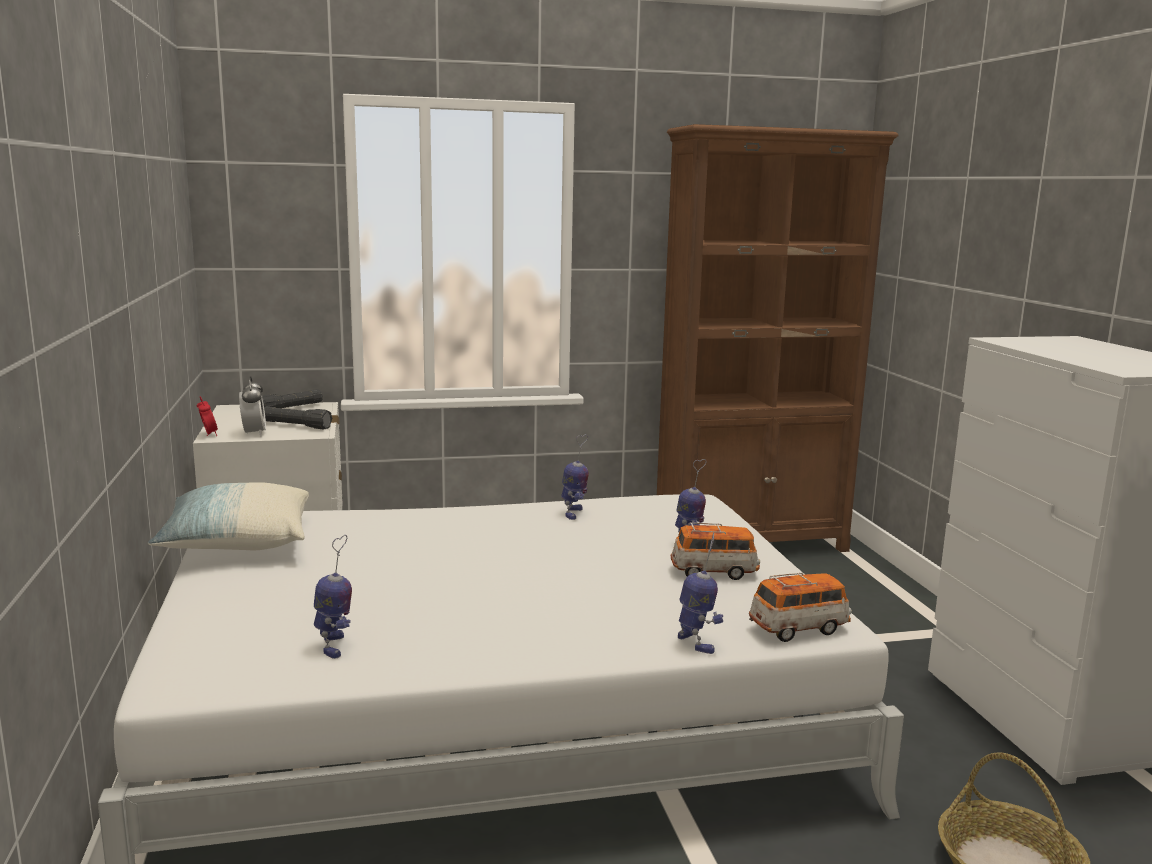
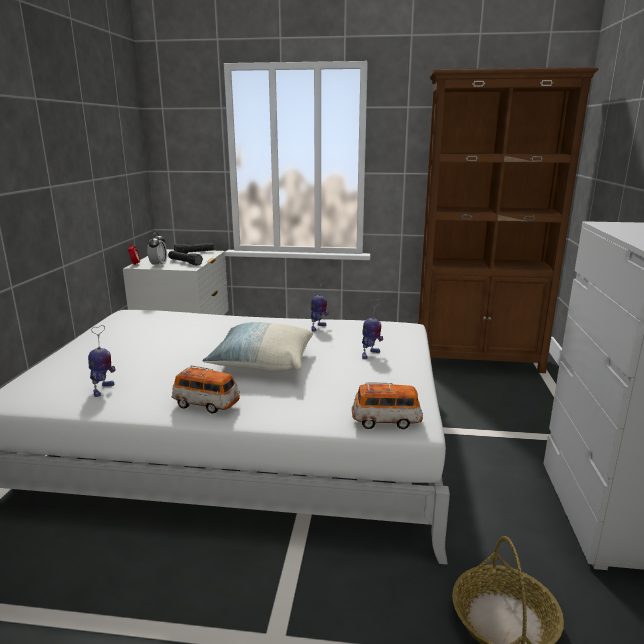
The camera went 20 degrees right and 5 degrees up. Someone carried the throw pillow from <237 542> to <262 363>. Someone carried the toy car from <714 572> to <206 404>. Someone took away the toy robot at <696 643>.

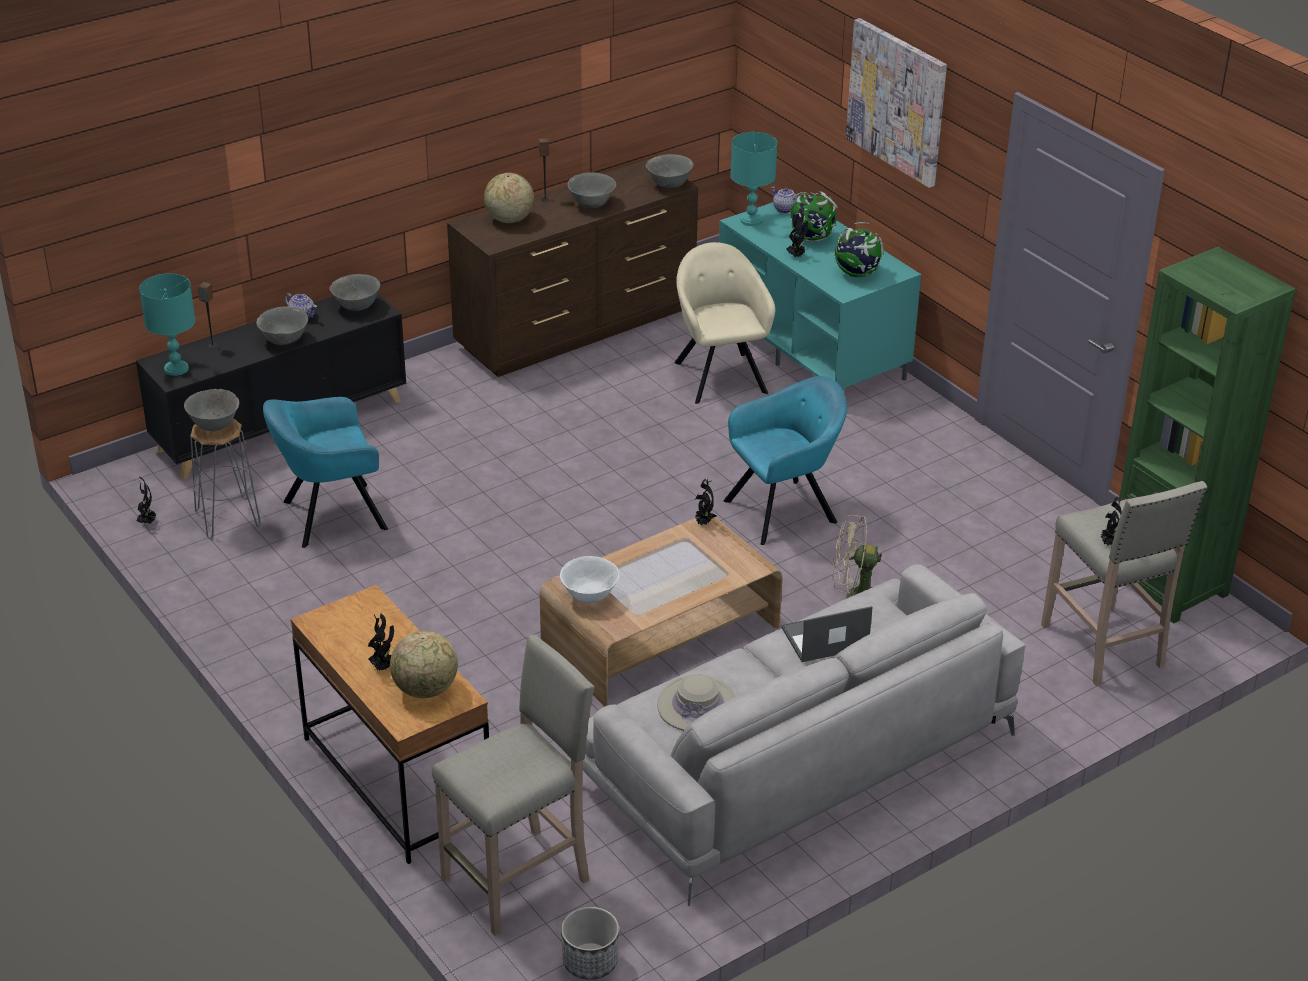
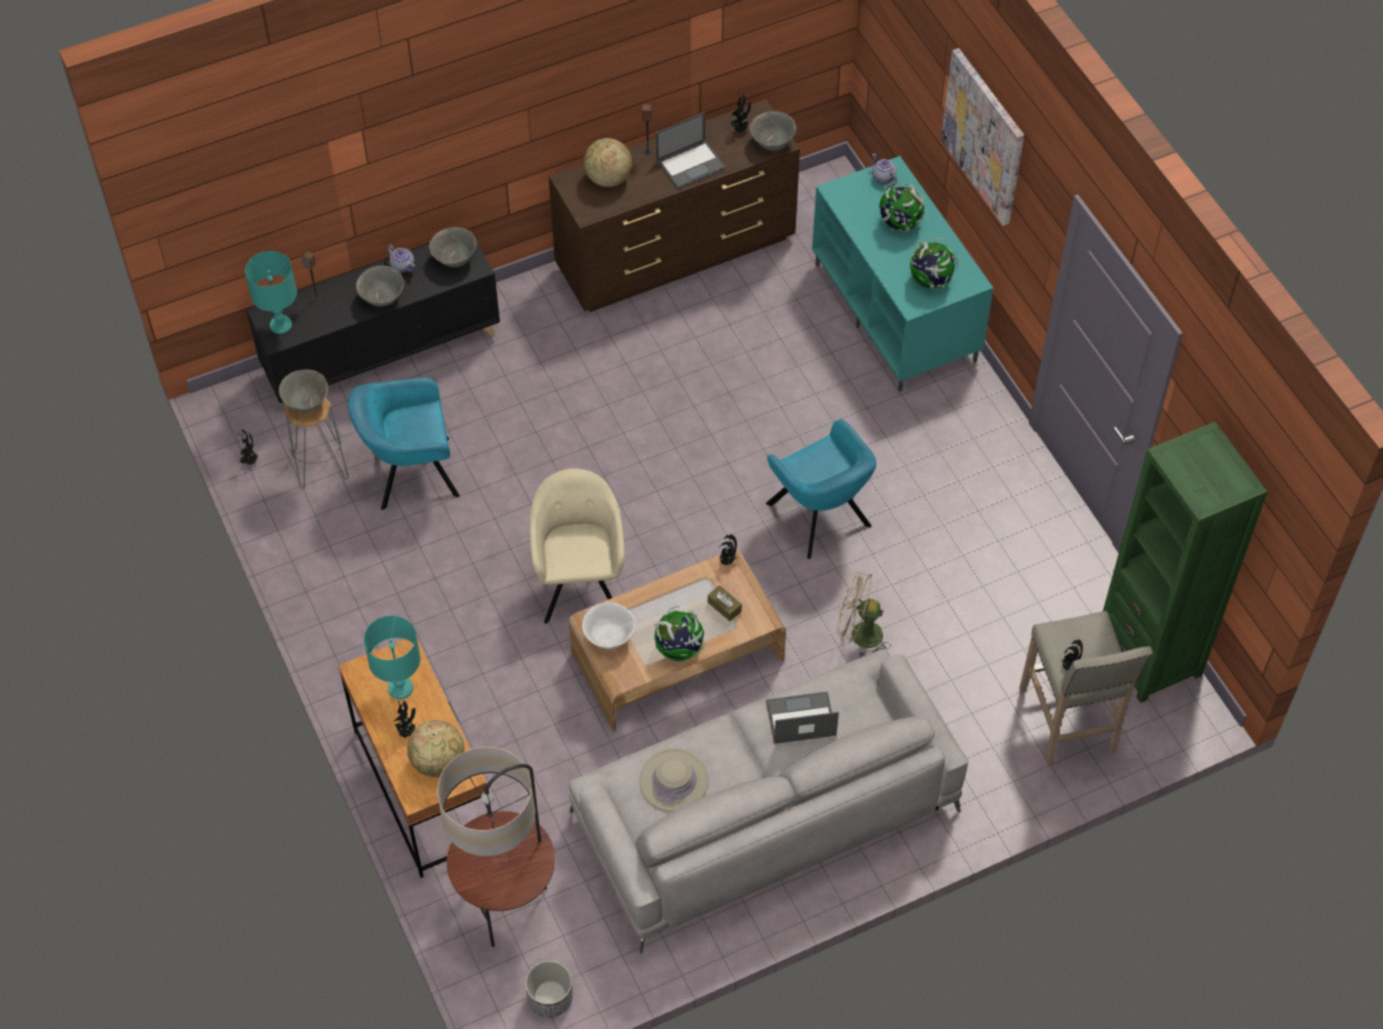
The camera went 10 degrees right and 20 degrees up. Someone swapped the sand-coloured stool seat at <519 879> for the standing lamp at <508 906>. Someone swapped the grey serving bowl at <592 204> for the notebook computer at <691 164>. Someone carried the sand-coloured lounge chair from <719 375> to <579 581>. Someone rotated the turquoise lounge chair at <784 510> by 75 degrees clockwise. Someone carried the turquoise table lamp from <751 221> to <400 688>. Someone carried the houseplant from <797 256> to <740 129>. Someone put down the desk globe at <679 649>. Someone put down the brown tissue box at <724 607>.

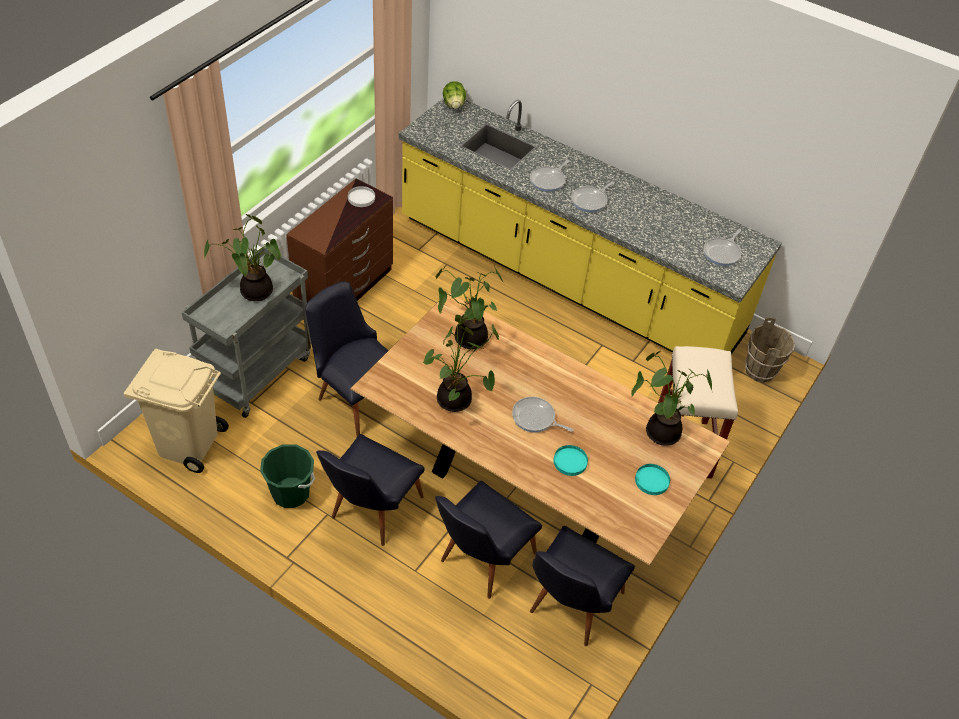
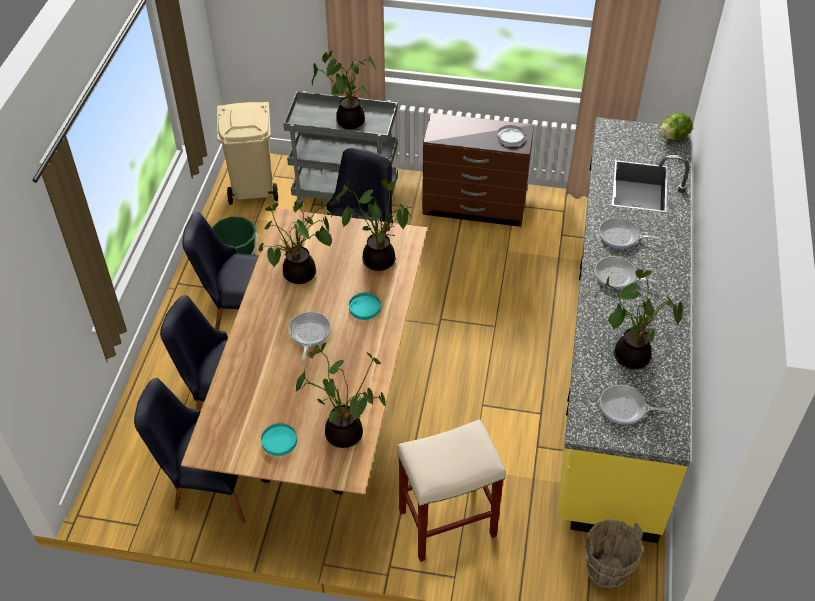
The camera went 70 degrees right and 0 degrees up. Someone carried the turquoise flat dish from <570 461> to <365 307>. Someone put down the houseplant at <630 354>.

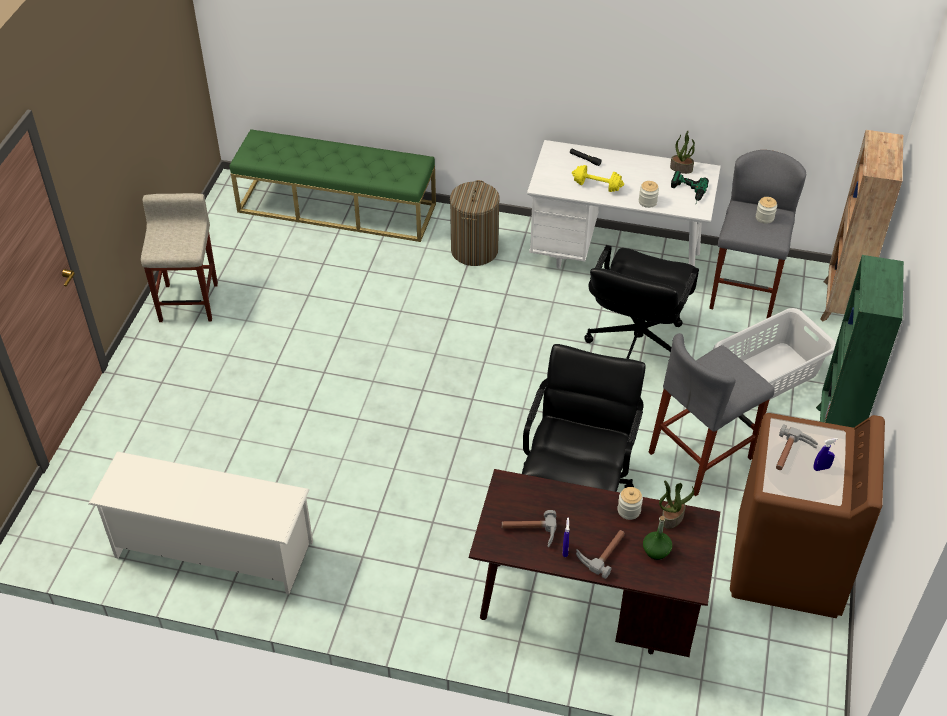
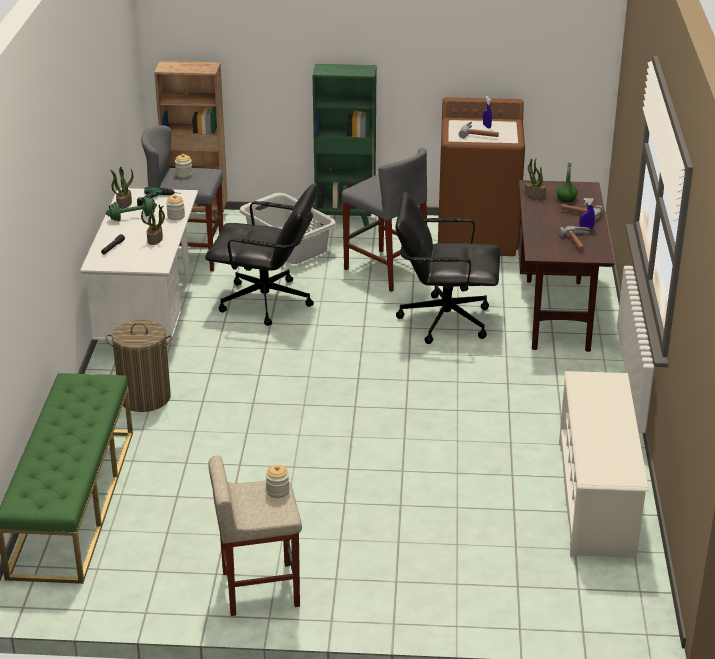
The camera went 100 degrees left and 15 degrees down. Someone swapped the yellow-coloured hand weight at <597 186> for the houseplant at <155 239>. Someone carried the preserve jar from <629 510> to <278 491>. Someone put down the green hand weight at <132 217>.

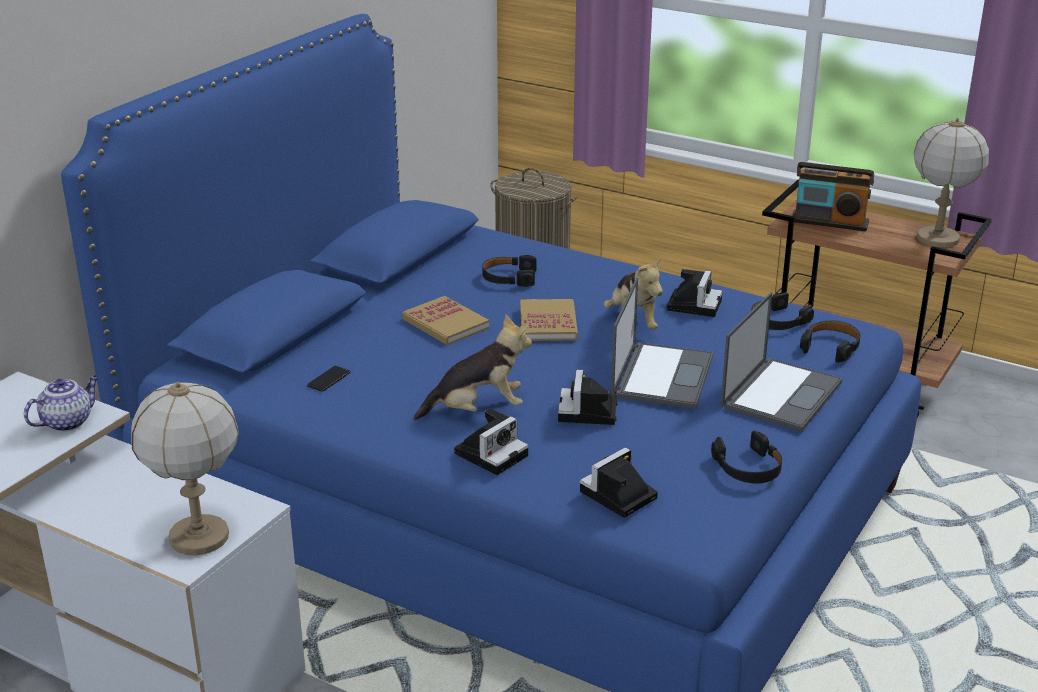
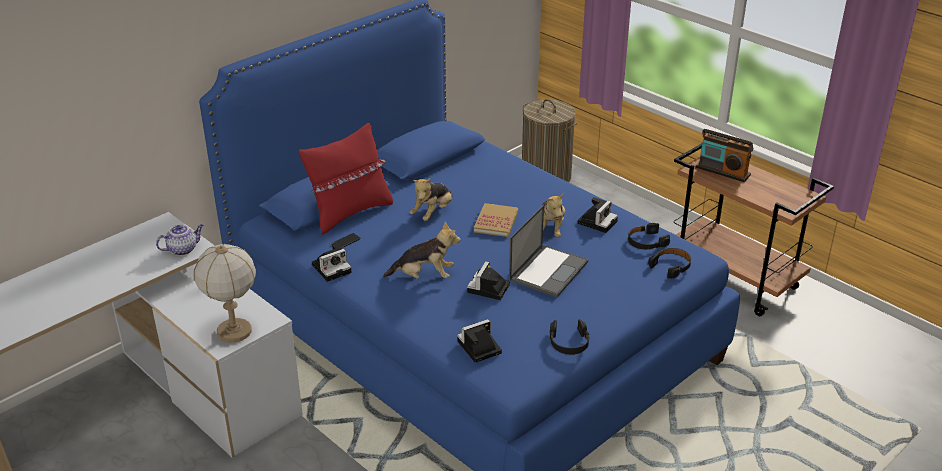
The camera went 15 degrees right and 5 degrees up. Someone swapped the book at <445 324> for the soft toy at <433 213>. Someone carried the still camera from <492 453> to <332 268>. Someone took away the blackish headphones at <509 277>. Someone took away the notebook computer at <781 394>. Someone took away the table lamp at <937 238>. Someone put down the reddish throw pillow at <350 213>.

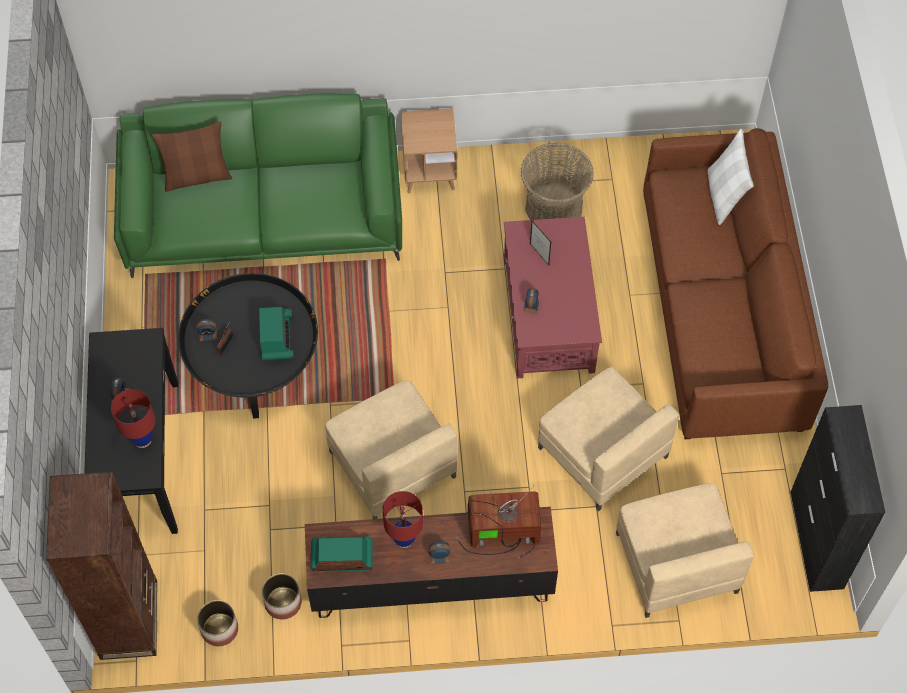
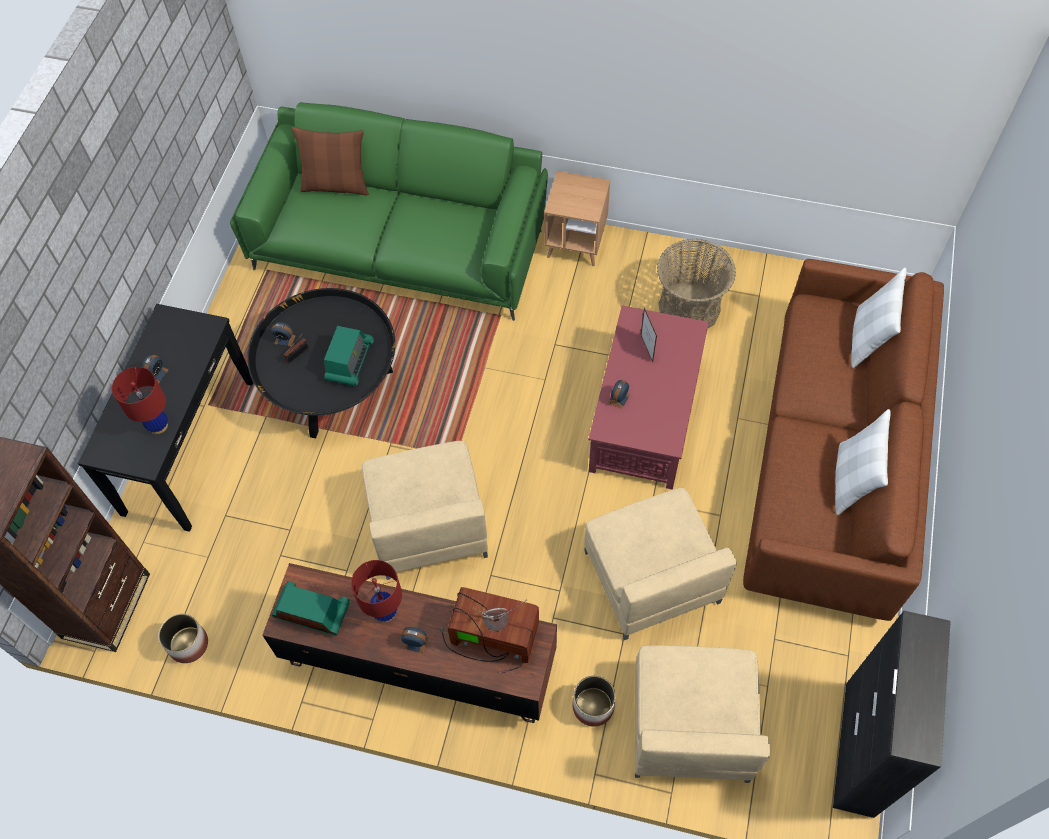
The camera went 20 degrees right and 0 degrees up. Someone carried the planter from <282 602> to <592 706>. Someone put down the whitish throw pillow at <851 480>.

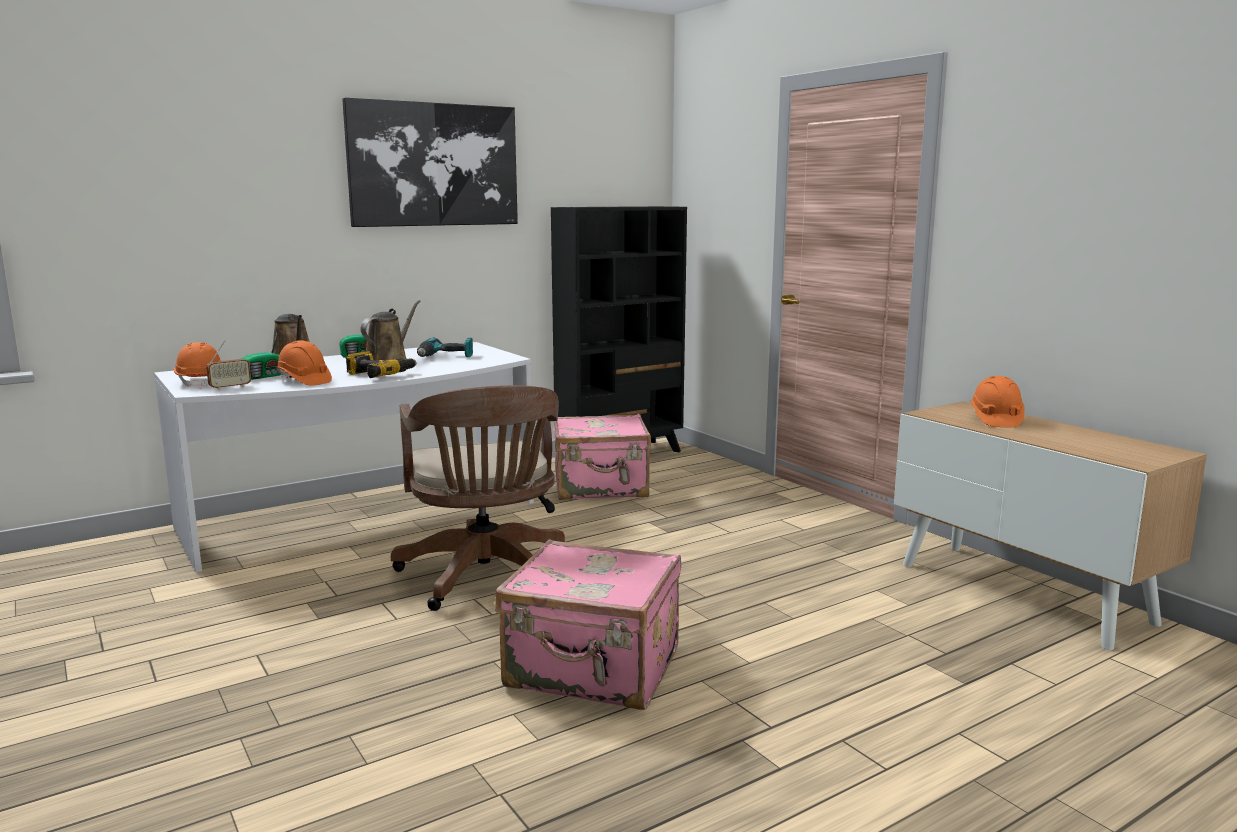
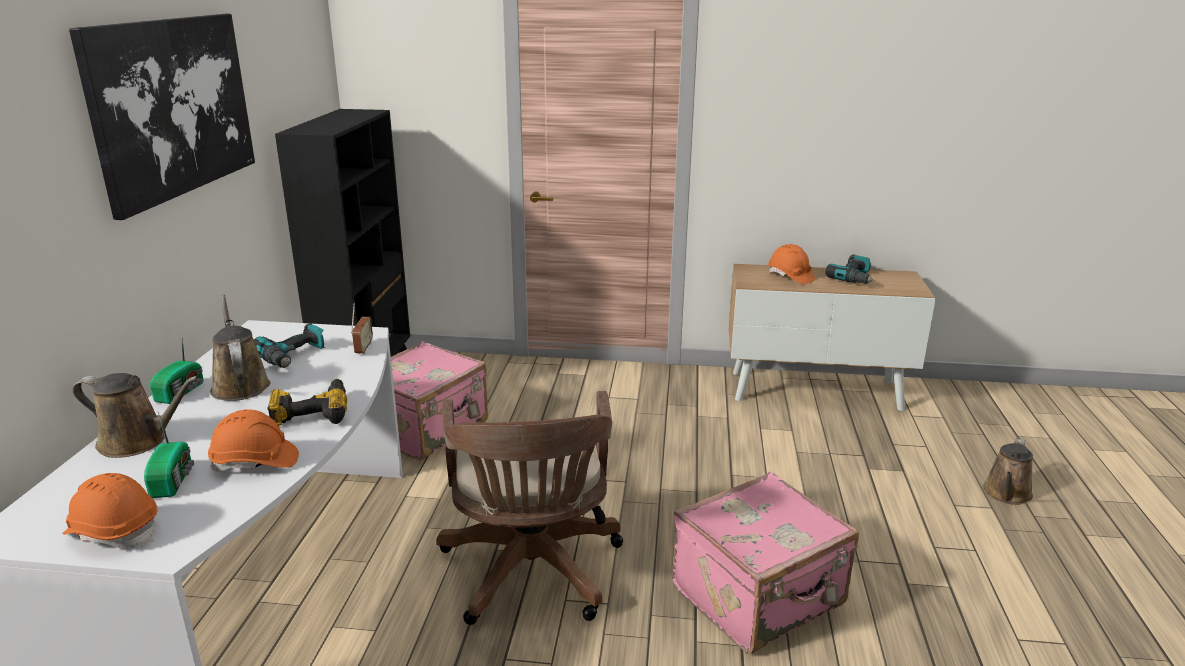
The camera went 50 degrees left and 10 degrees up. Someone carried the radio from <230 387> to <363 348>. Someone rotated the brown desk chair at <486 578> by 60 degrees clockwise. Someone put down the power drill at <854 278>. Someone put down the brown sprinkling can at <1006 494>.

